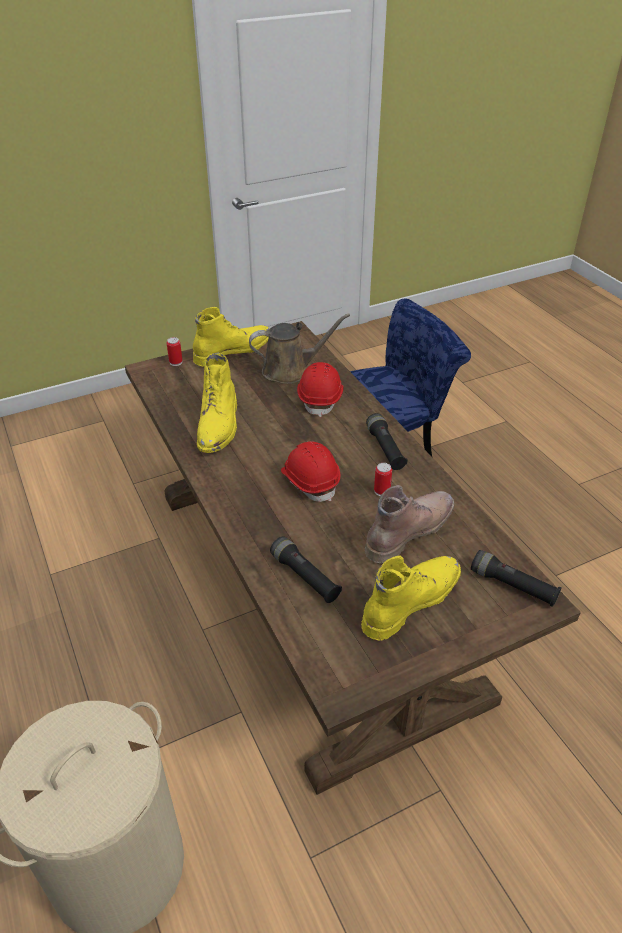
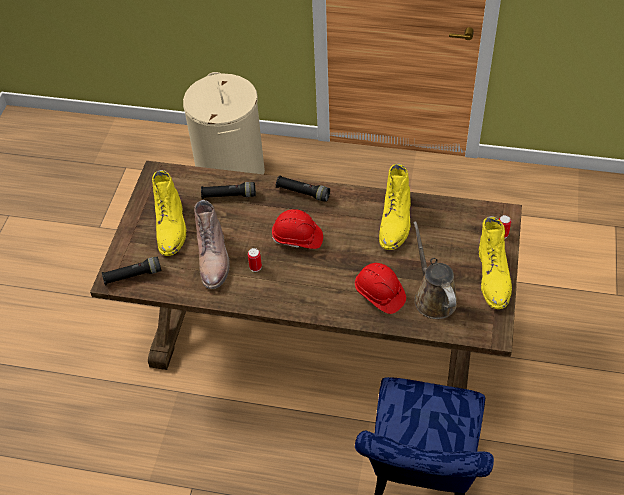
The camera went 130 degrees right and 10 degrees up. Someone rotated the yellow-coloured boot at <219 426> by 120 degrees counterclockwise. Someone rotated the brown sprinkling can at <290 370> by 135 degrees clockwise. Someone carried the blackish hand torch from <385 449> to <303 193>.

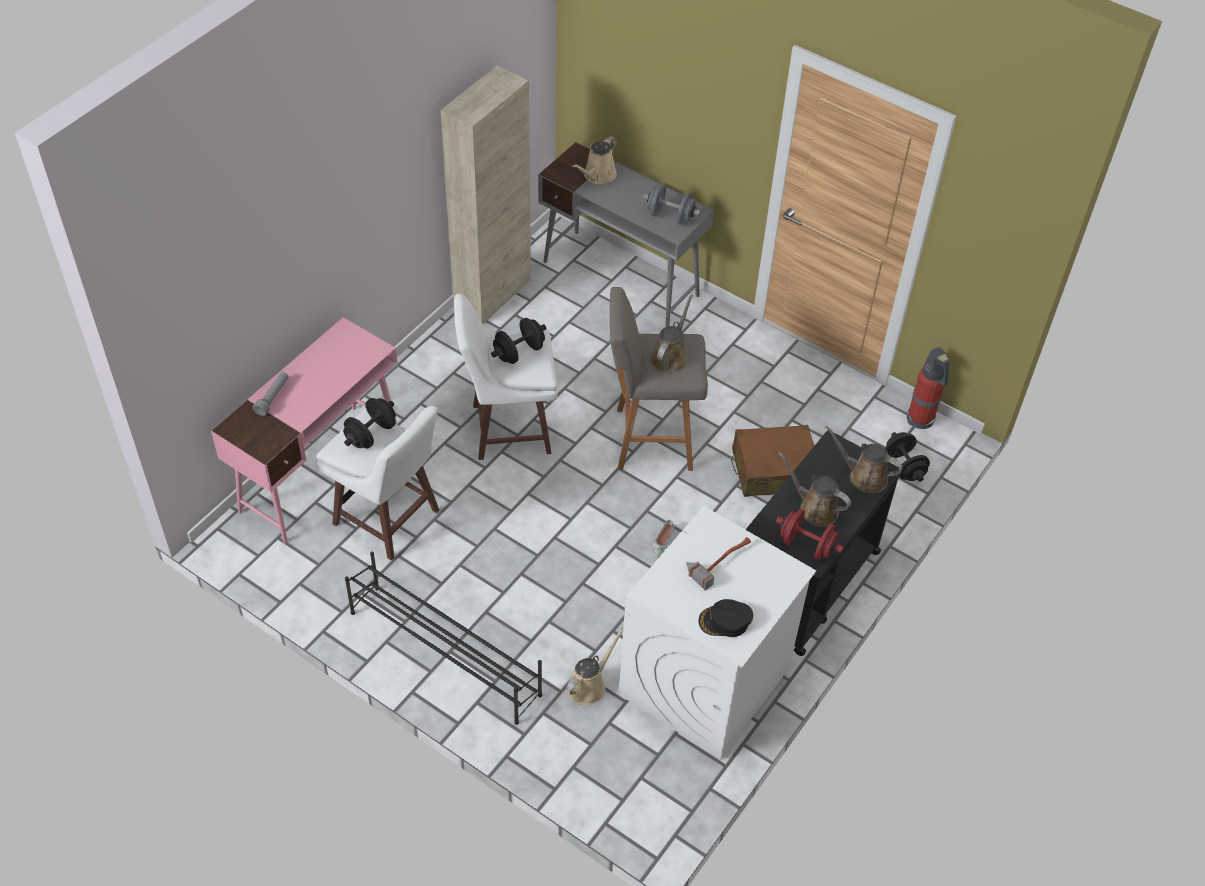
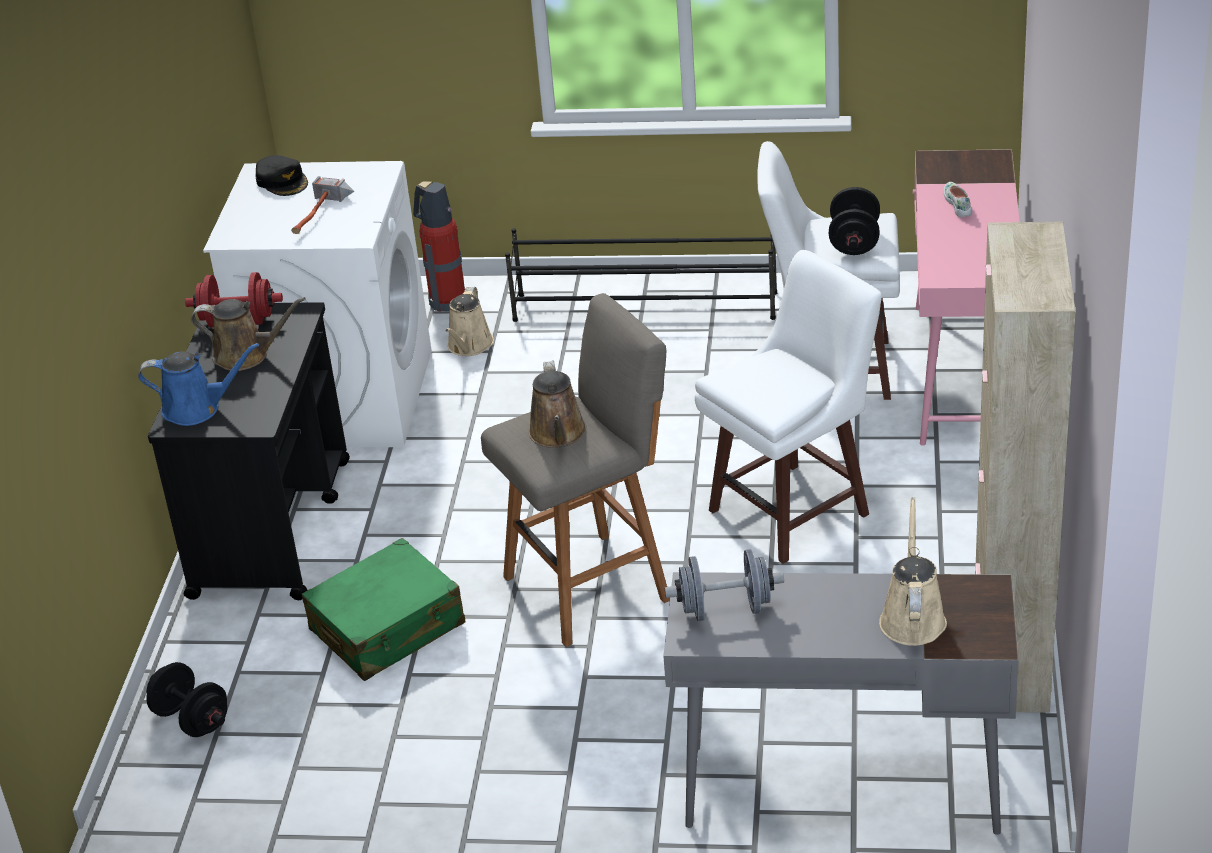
The camera went 155 degrees right and 15 degrees down. Someone took away the grey hand torch at <273 397>. Someone took away the blackish hand weight at <519 352>. Someone carried the whitish low shoe from <662 542> to <958 204>. Someone rotated the blackish baseball cap at <725 621> by 90 degrees clockwise. Someone repainted the brown travel case at <773 470>, which became the green travel case at <388 628>. Someone repainted the brown sprinkling can at <864 476>, which became the blue sprinkling can at <197 408>. Someone carried the extinguisher from <921 419> to <446 300>.

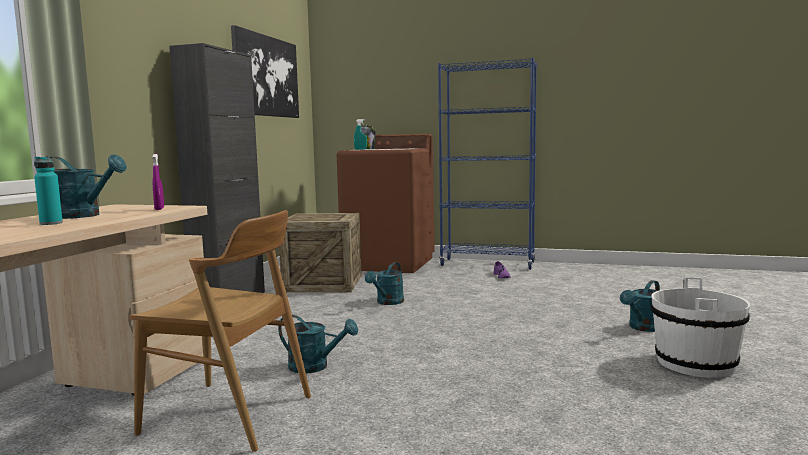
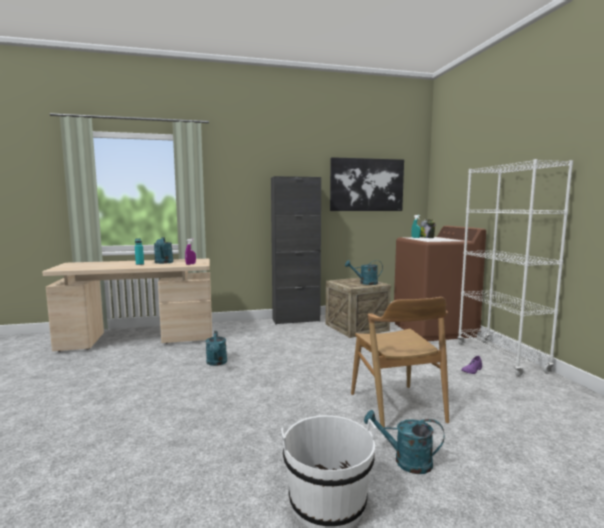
The camera went 60 degrees right and 0 degrees up. Someone carried the brown upright chair from <229 415> to <396 407>. Someone carried the turquoise sprinkling can from <387 302> to <365 283>. Someone repainted the blue shelving unit at <487 264>, which became the whitish shelving unit at <500 358>.

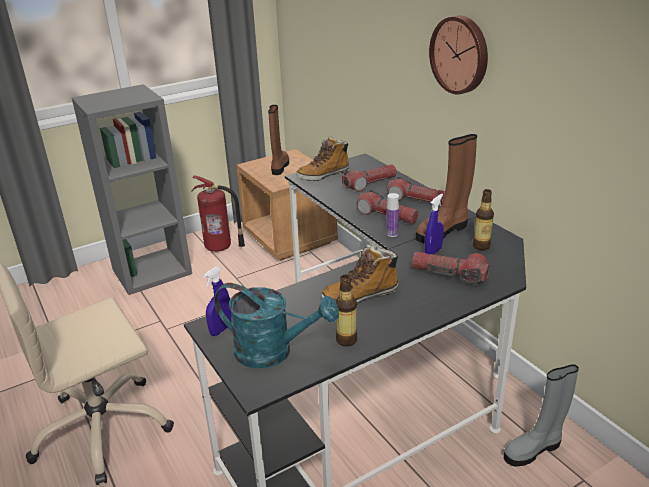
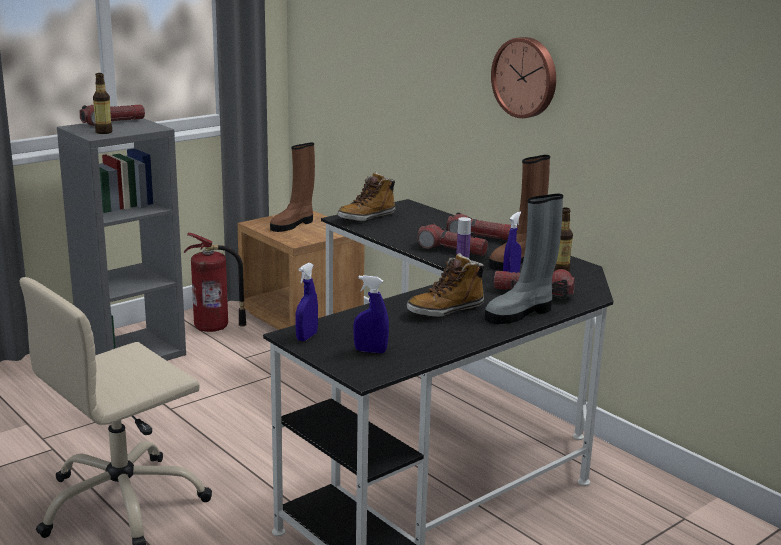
The camera went 10 degrees left and 10 degrees down. Someone swapped the turquoise sprinkling can at <273 352> for the blue hand sprayer at <370 351>. Someone rotated the brown boot at <279 167> by 135 degrees counterclockwise. Someone carried the beverage bottle from <346 340> to <103 132>. Someone carried the hand torch from <369 184> to <113 123>. Someone carried the grey boot from <534 449> to <520 313>.

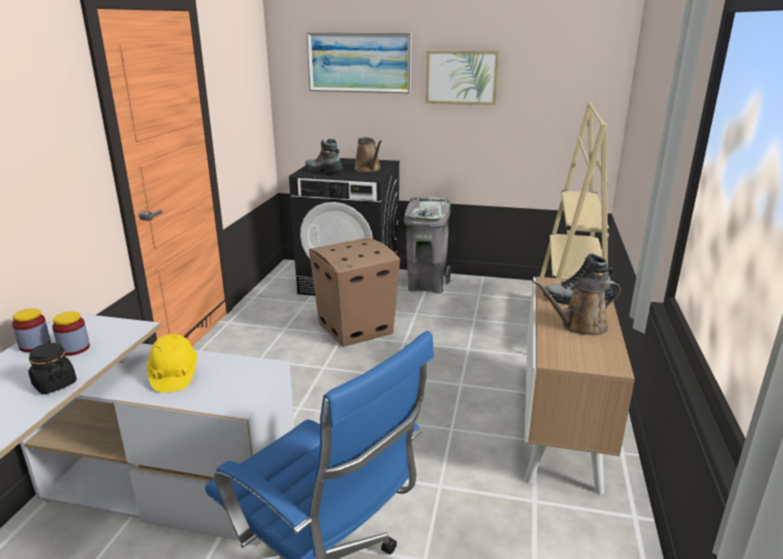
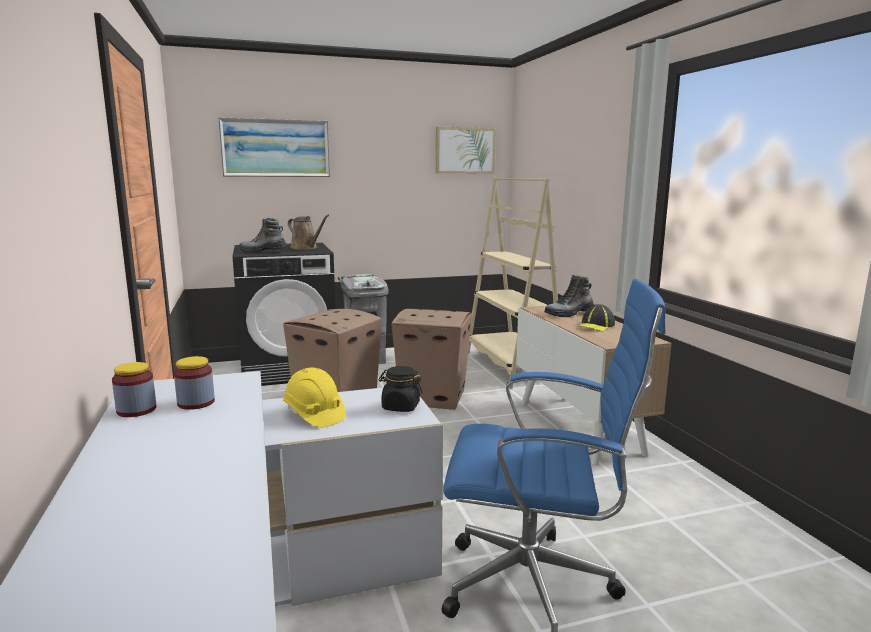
The camera went 30 degrees left and 10 degrees down. Someone carried the blackish preserve jar from <54 384> to <400 407>. Someone carried the picture from <461 77> to <465 150>. Someone swapped the brown sprinkling can at <579 326> for the baseball cap at <595 325>. Someone put down the packing box at <433 397>.

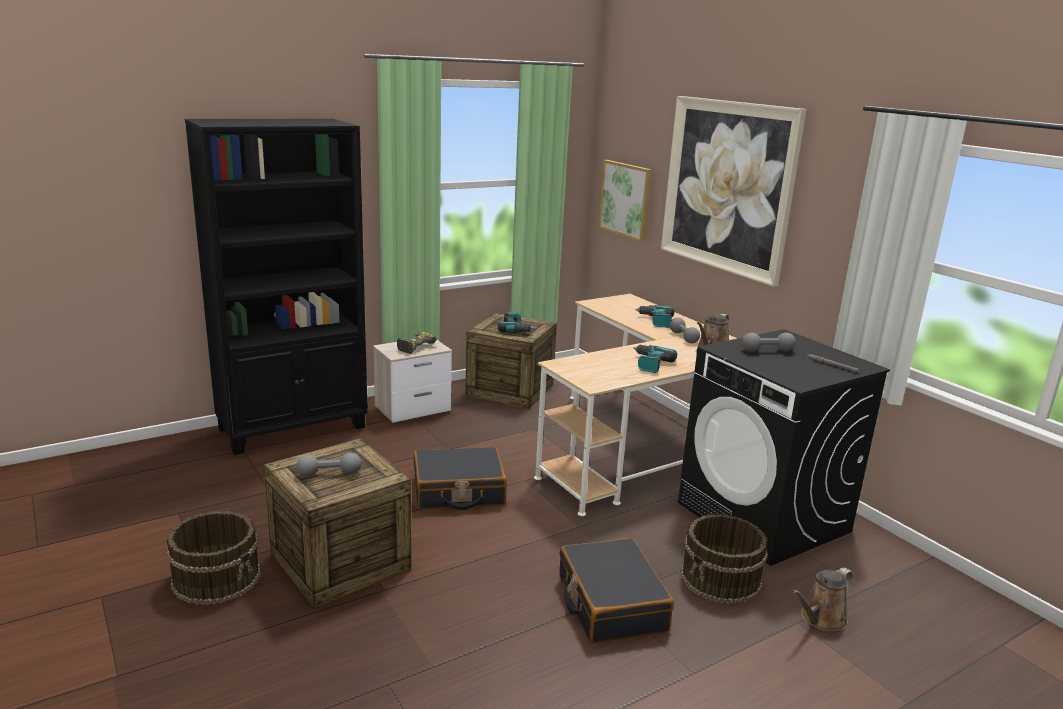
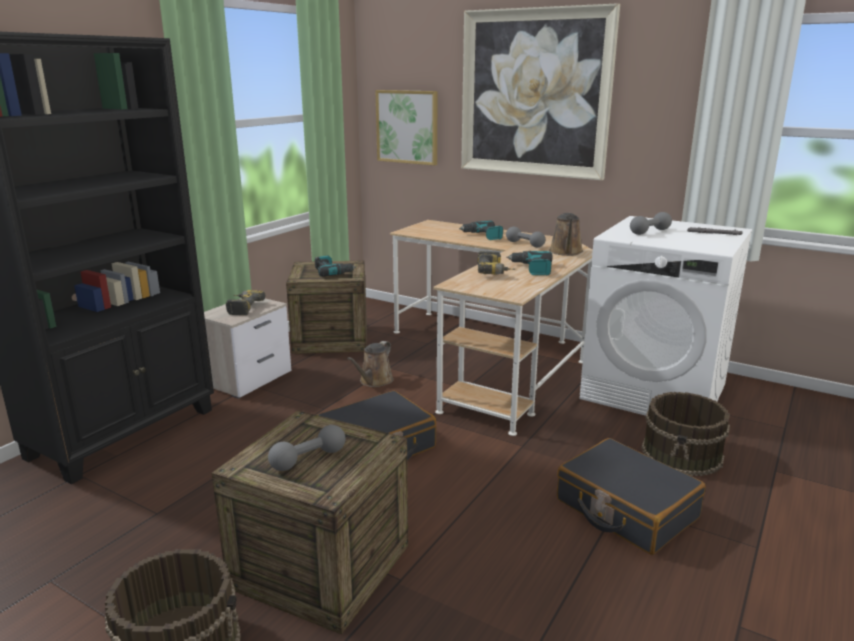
The camera went 25 degrees left and 0 degrees up. Someone repainted the blackish washing machine at <764 517>, which became the whitish washing machine at <654 392>. Someone carried the brown sprinkling can from <820 619> to <374 381>. Someone put down the power drill at <495 272>.

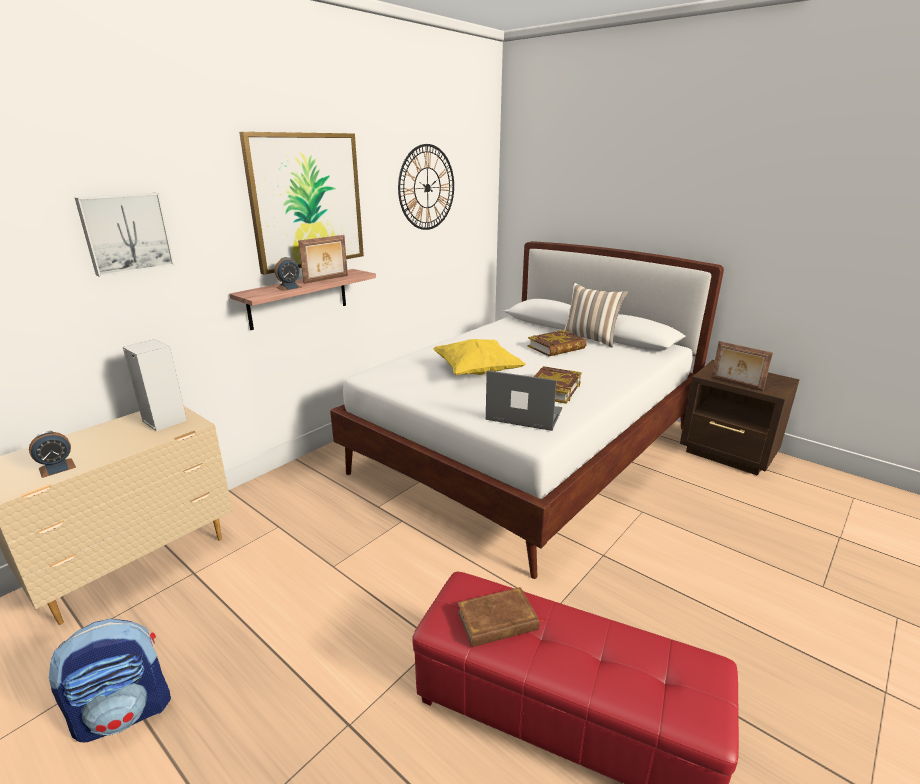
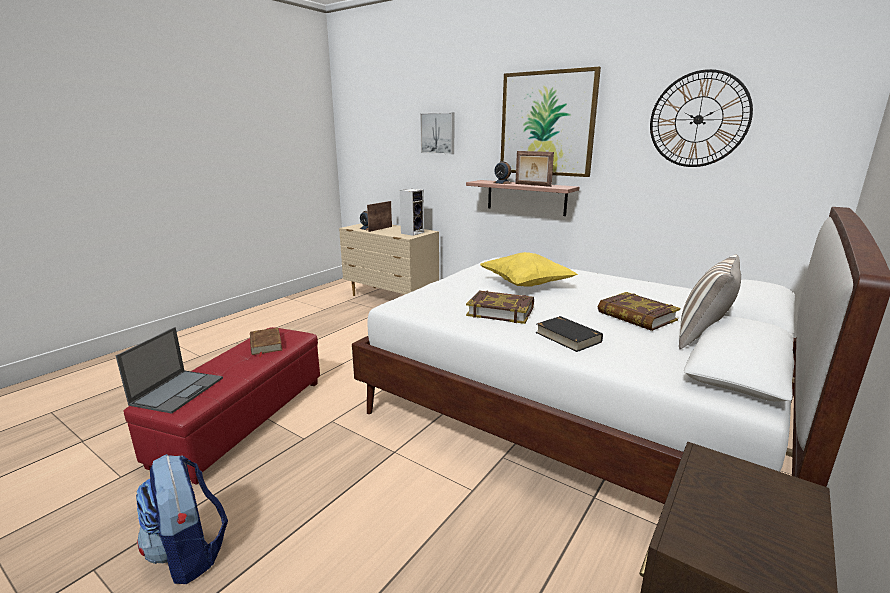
The camera went 85 degrees right and 5 degrees down. Someone carried the backpack from <126 712> to <190 553>. Someone carried the notebook computer from <523 414> to <178 390>. Someone carried the photo frame from <736 384> to <380 229>. Someone put down the blackish book at <568 337>.

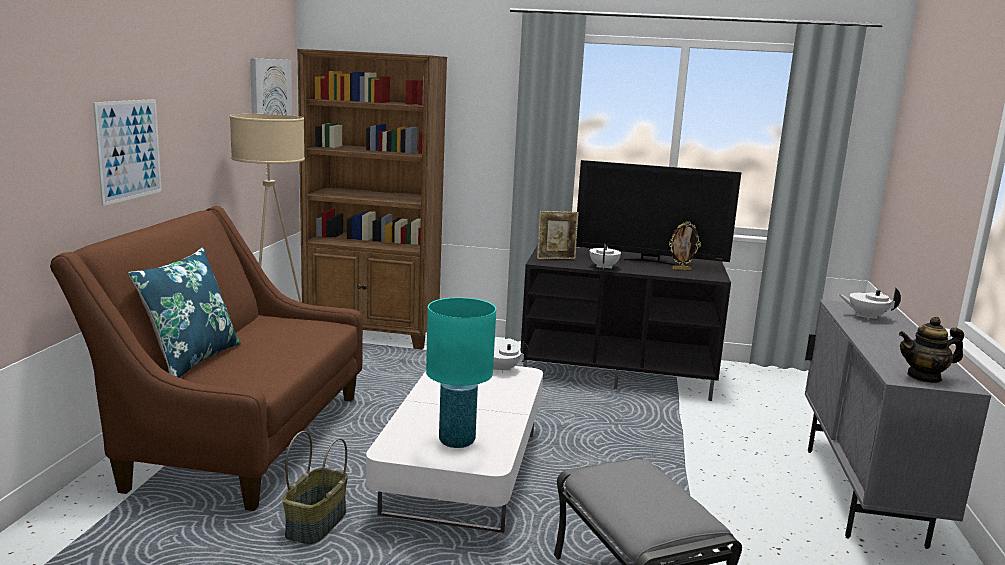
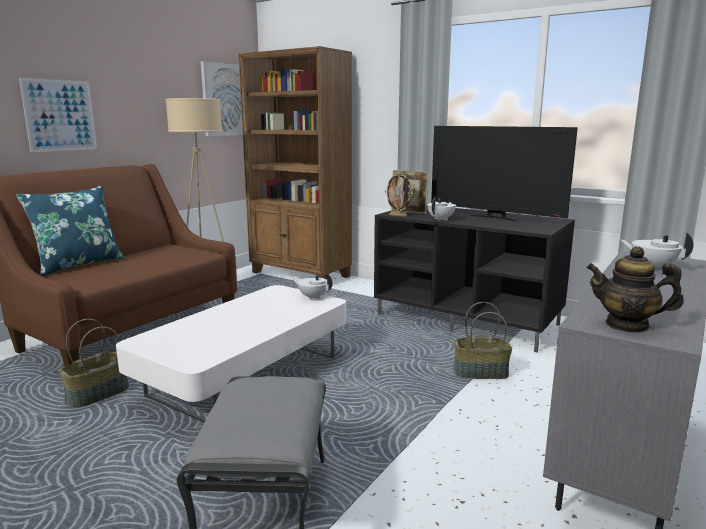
The camera went 25 degrees right and 0 degrees up. Someone took away the turquoise table lamp at <457 441>. Someone carried the photo frame from <681 269> to <398 215>. Someone put down the storage basket at <480 373>.

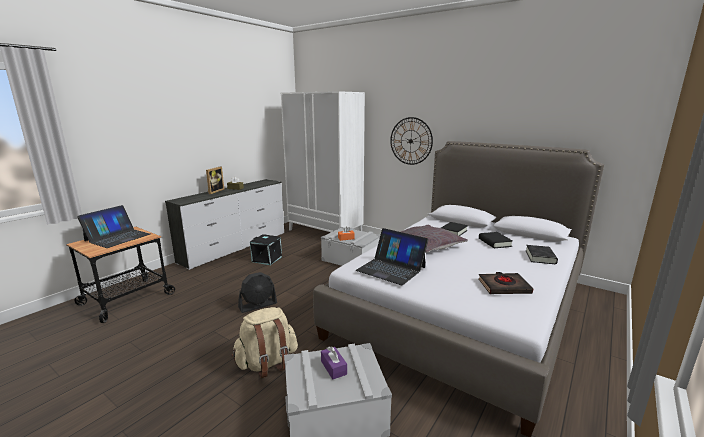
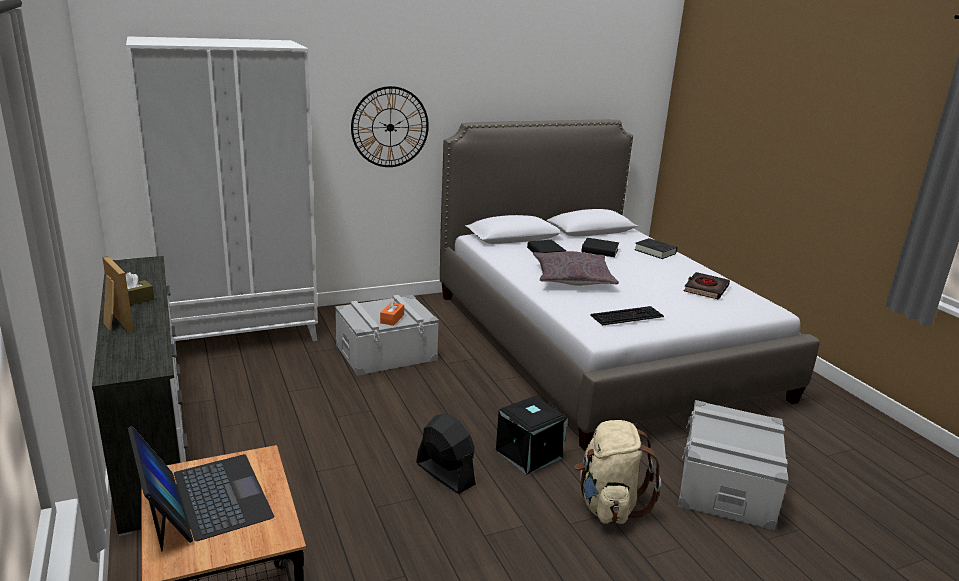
The camera went 60 degrees left and 5 degrees up. Someone rotated the blackish cooling fan at <258 305> by 45 degrees counterclockwise. Someone carried the blackish storage container from <267 259> to <528 453>. Someone took away the purplish tissue box at <333 367>. Someone swapped the notebook computer at <391 269> for the keyboard at <627 315>.

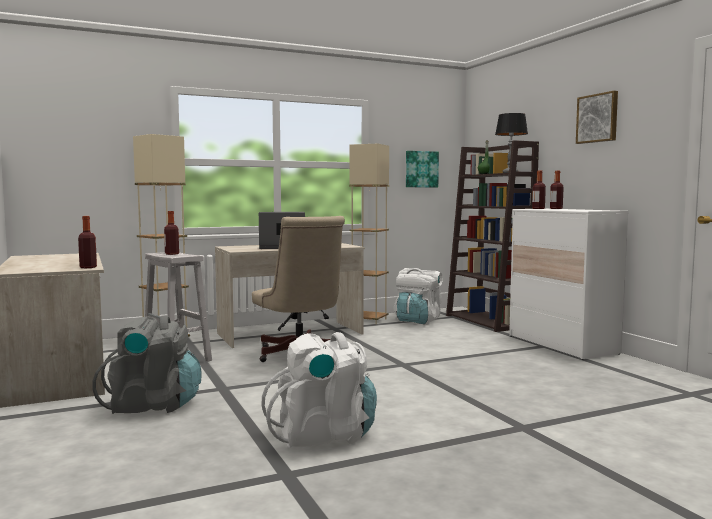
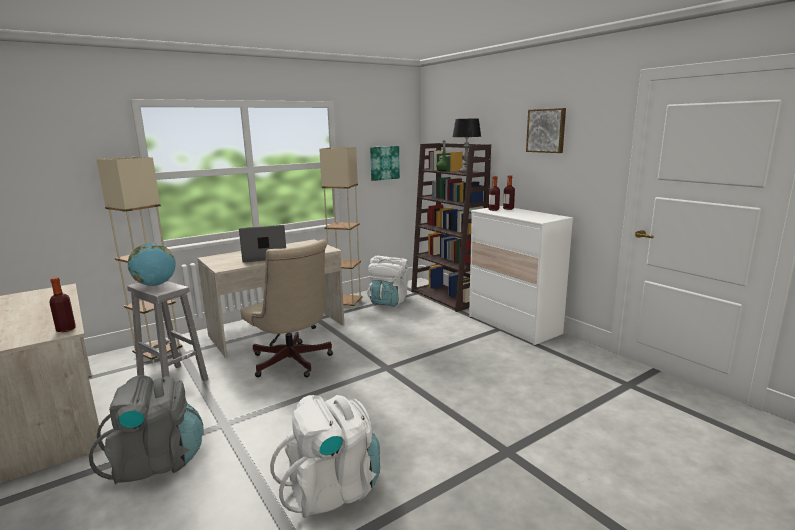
The camera went 10 degrees left and 10 degrees up. Someone swapped the beverage bottle at <172 254> for the desk globe at <155 285>.

